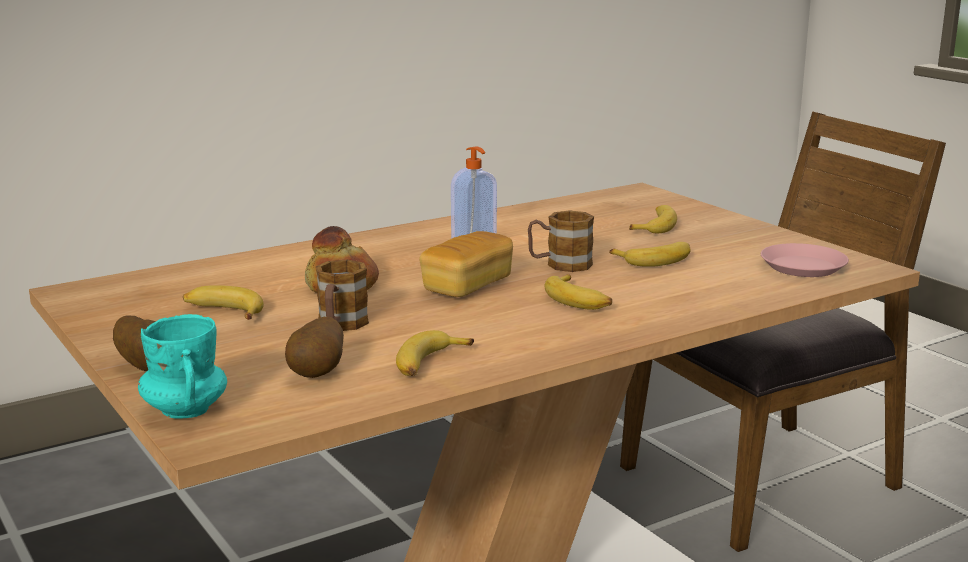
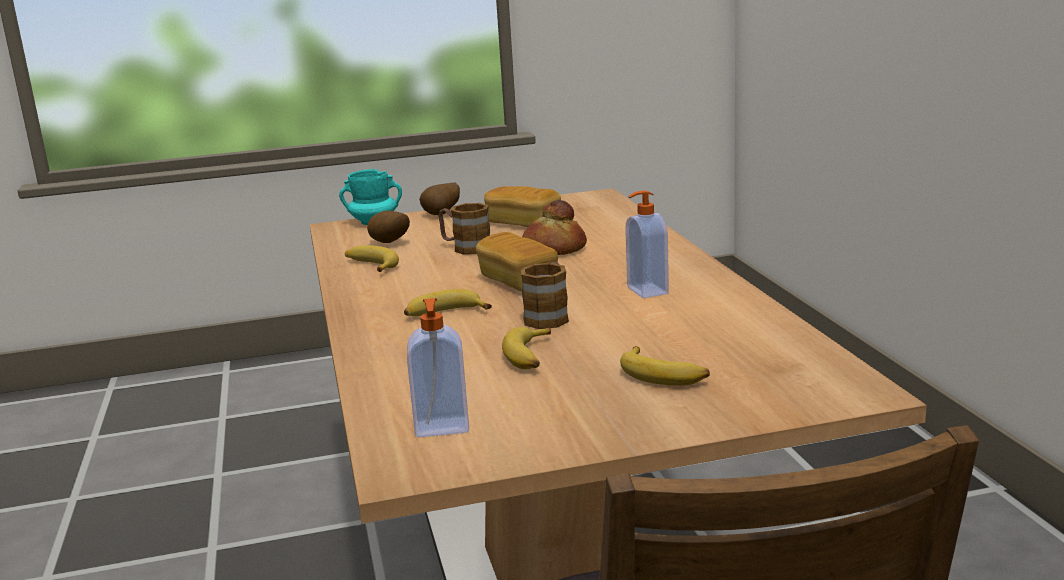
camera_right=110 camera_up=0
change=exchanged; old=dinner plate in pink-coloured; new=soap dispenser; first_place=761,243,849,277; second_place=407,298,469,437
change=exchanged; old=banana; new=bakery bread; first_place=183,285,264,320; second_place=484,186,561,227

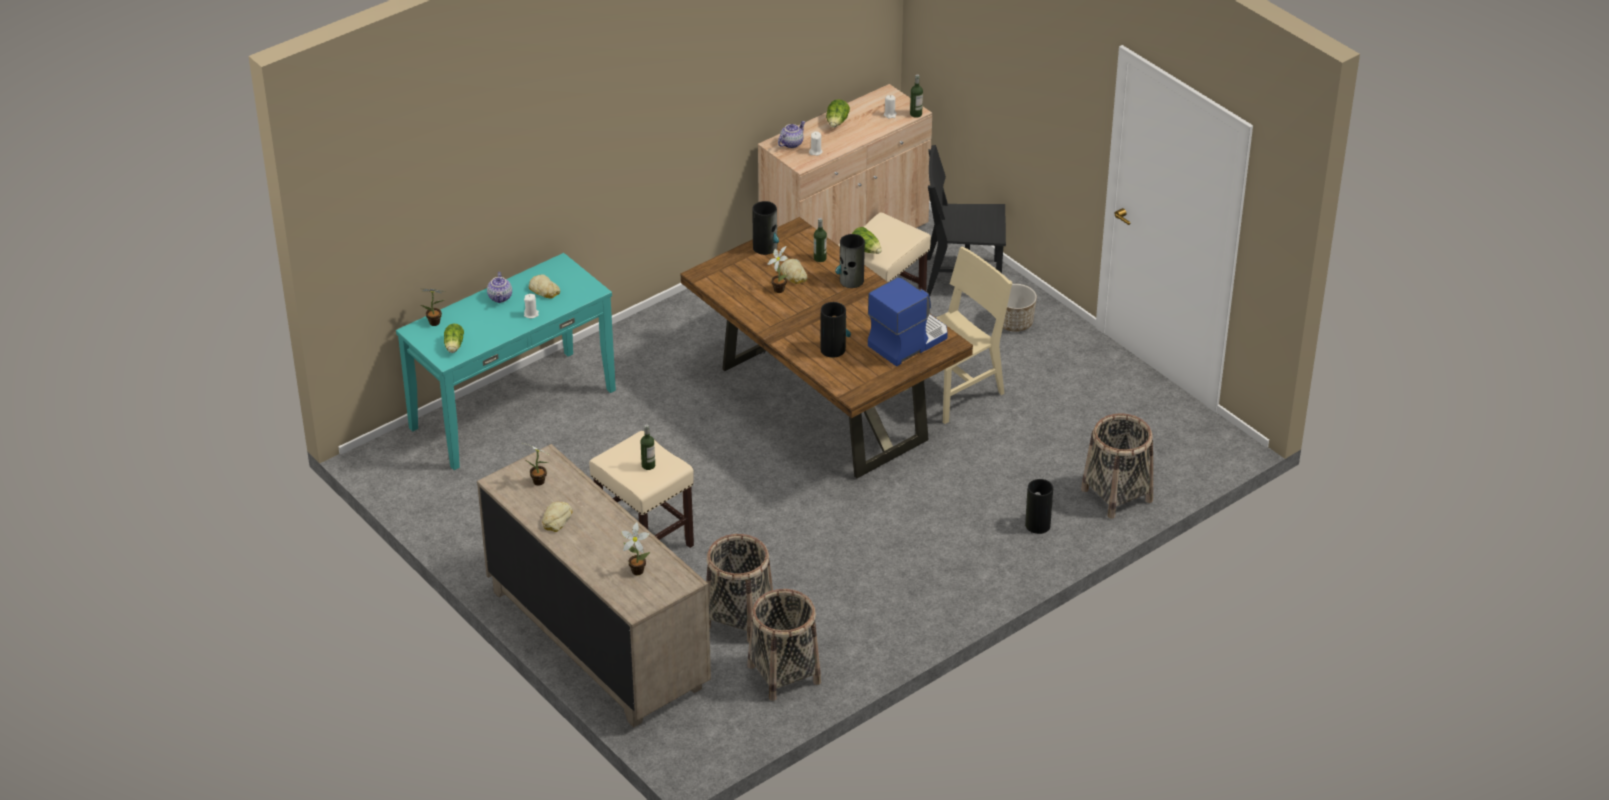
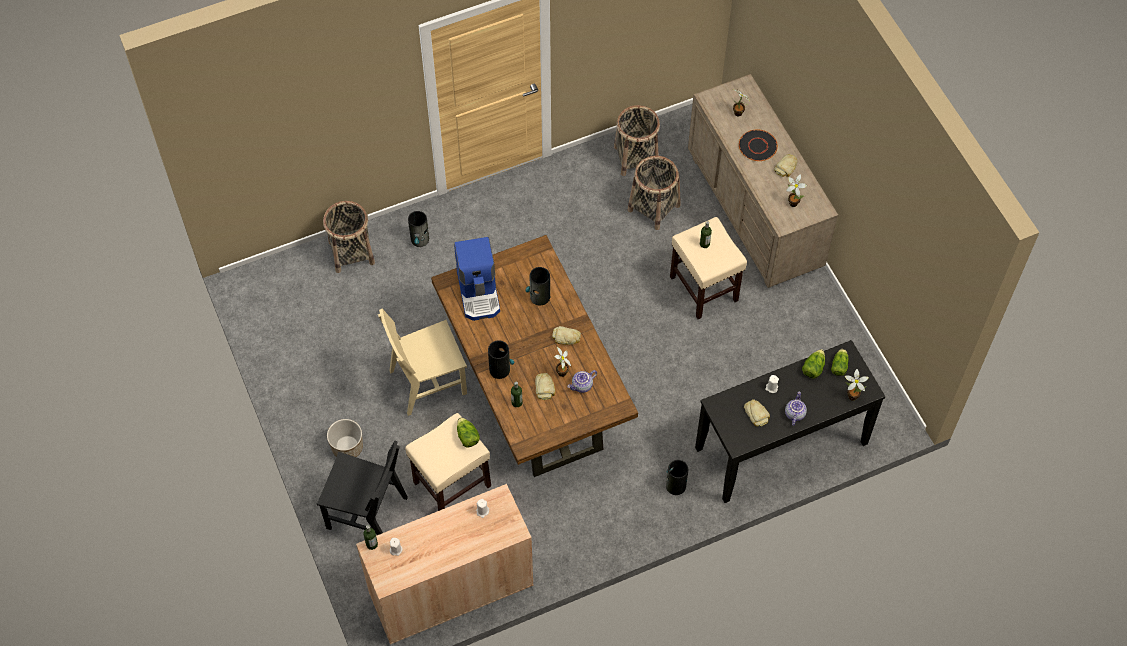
camera_right=-165 camera_up=20
change=relocated; old=lettuce; first_place=826,99,850,127; second_place=802,349,825,378
change=relocated; old=pot for tea; first_place=778,121,805,148; second_place=567,370,597,393
change=relocated; old=vase; first_place=752,201,779,255; second_place=666,460,688,495
change=colour; old=console table in turquoise; new=console table in black-coloured; first_place=396,253,616,470; second_place=695,340,885,503
change=spun; old=coffee machine; first_place=868,277,948,366; second_place=454,237,500,321; degrees=-75
change=appeared; new=dinner plate in black-coloured; second_place=739,129,778,161
change=appeared; new=bakery bread; second_place=552,326,581,345

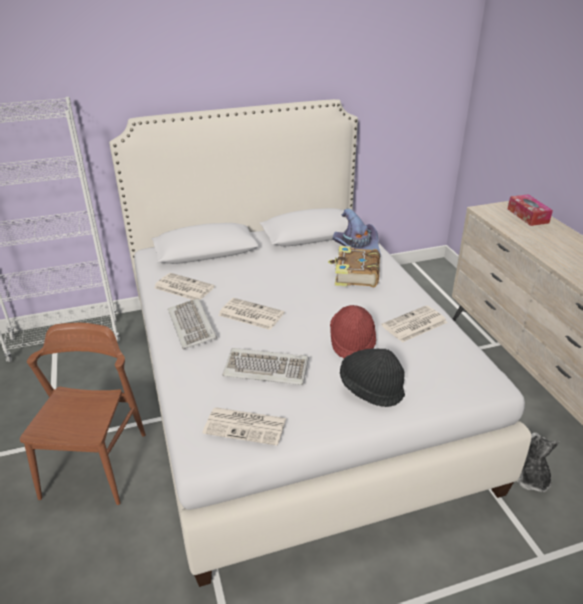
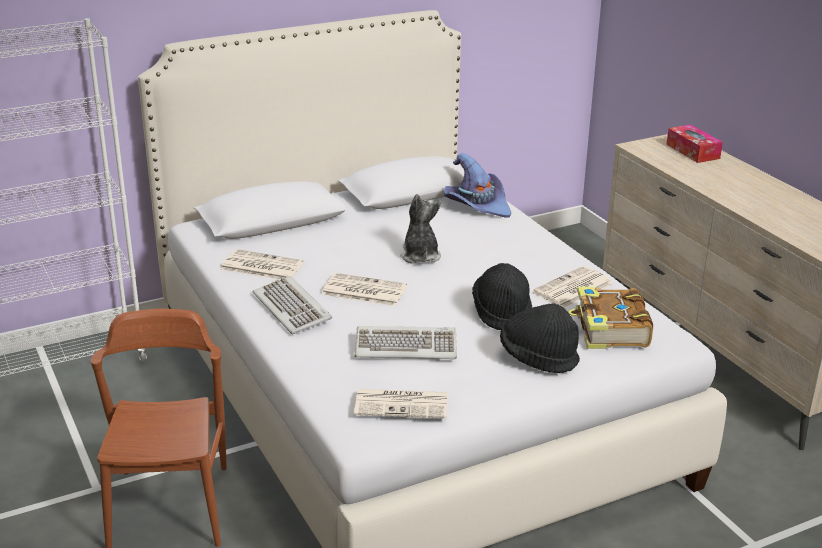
camera_right=-10 camera_up=-5
change=relocated; old=bound book; first_place=328,246,380,287; second_place=569,287,653,349
change=colour; old=clothing hat in red; new=clothing hat in black-coloured; first_place=330,305,376,358; second_place=472,263,532,330
change=relocated; old=cuddly toy; first_place=517,432,559,493; second_place=400,194,441,264

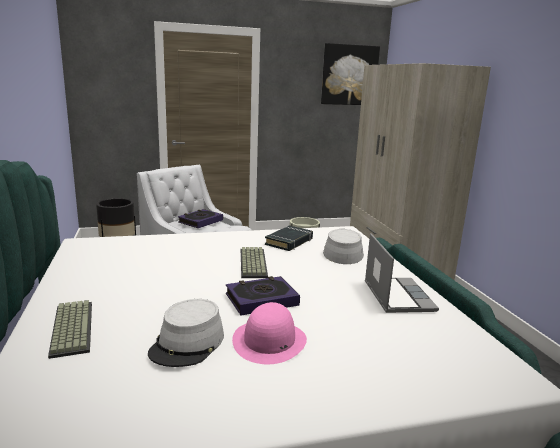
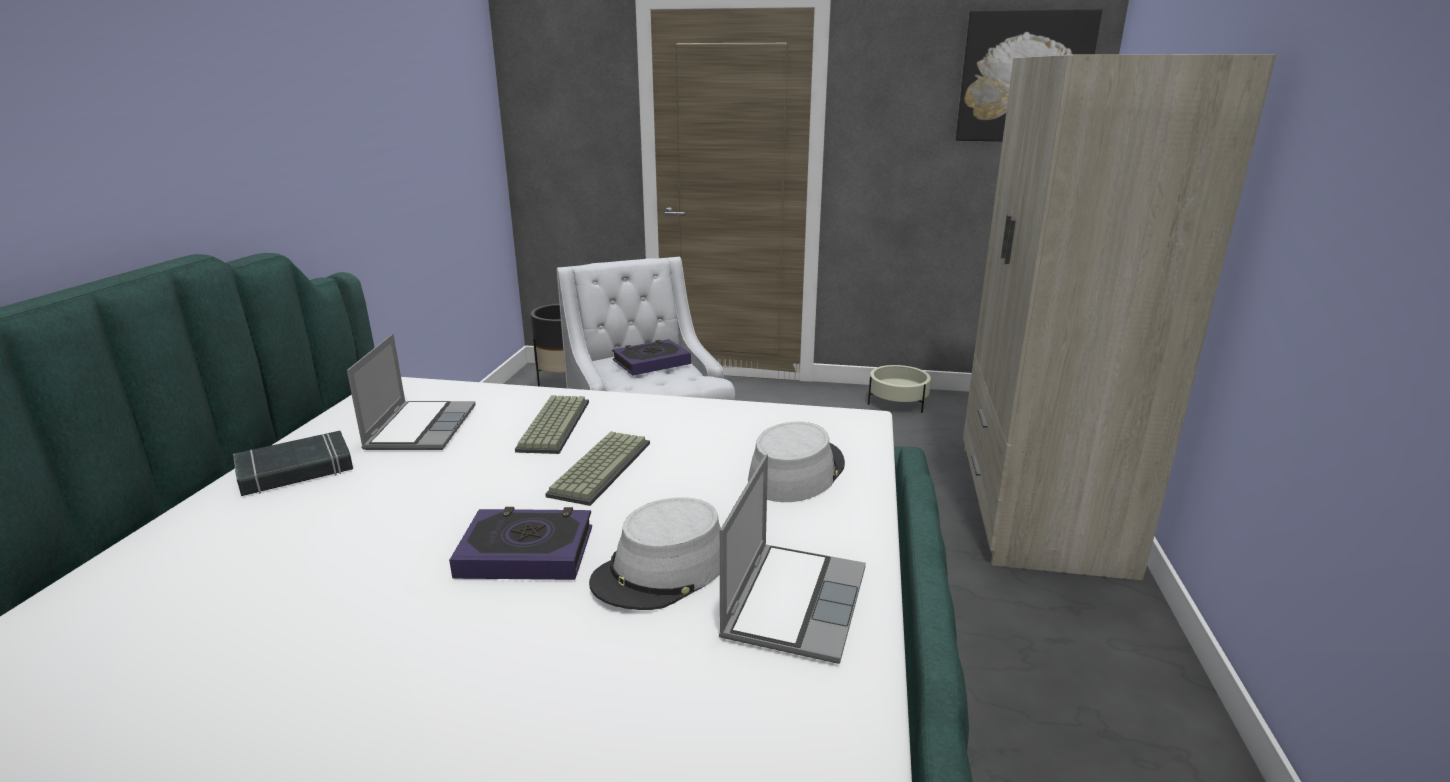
camera_right=25 camera_up=5
change=relocated; old=bound book in black-coloured; first_place=265,225,313,251; second_place=233,431,353,496
change=relocated; old=clothing hat in grey; first_place=148,299,224,367; second_place=589,497,721,610
change=relocated; old=computer keyboard; first_place=48,300,92,359; second_place=515,395,589,454
change=missing; old=clothing hat in pink-coloured; first_place=232,302,307,364
change=appeared; new=portable computer; second_place=347,334,476,450

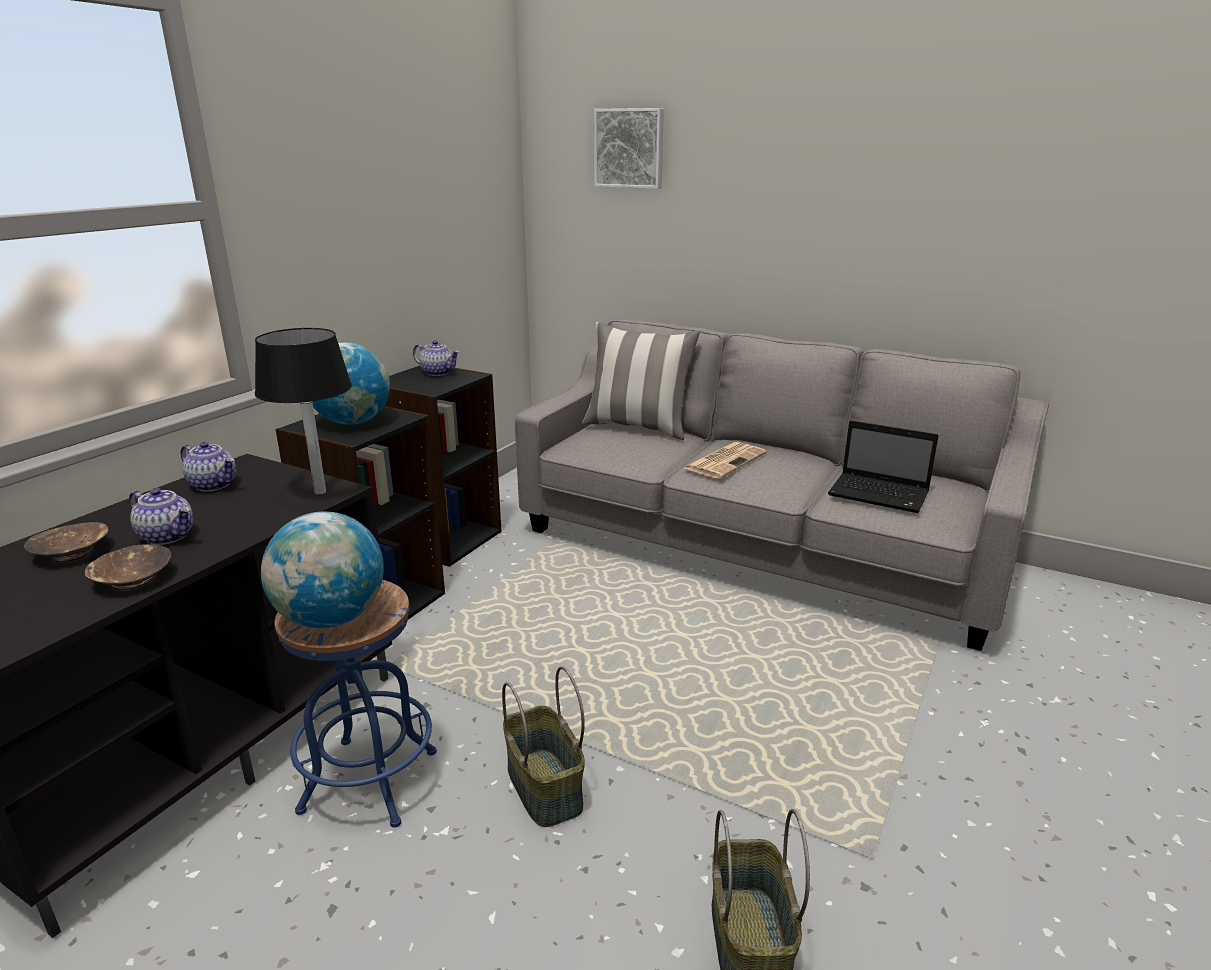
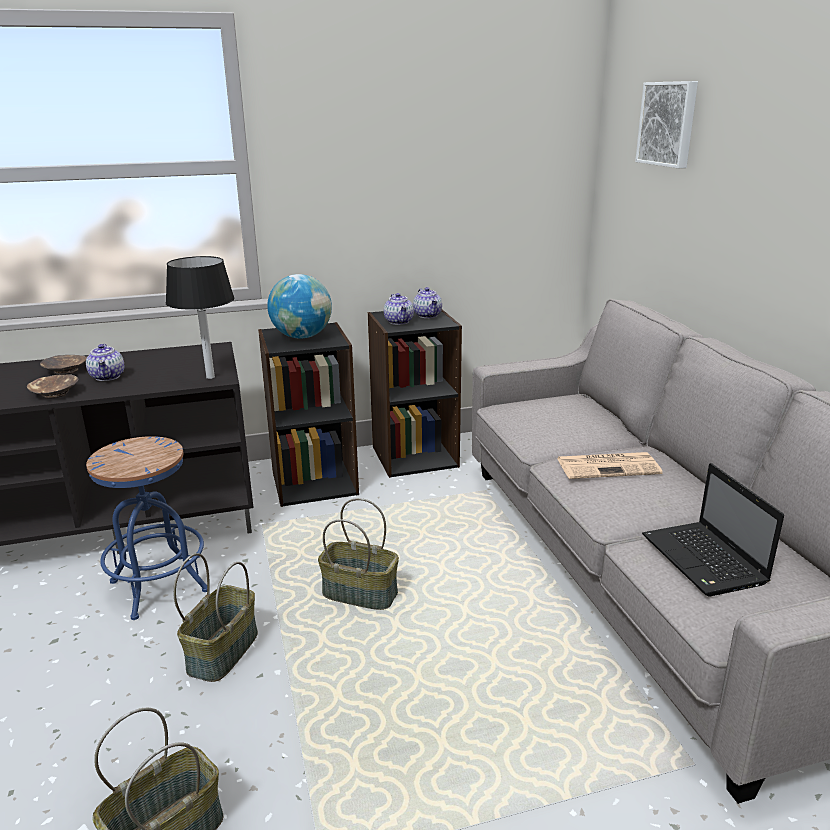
camera_right=45 camera_up=0
change=missing; old=throw pillow; first_place=582,322,700,440
change=relocated; old=pot for tea; first_place=180,442,236,492; second_place=384,293,414,325
change=missing; old=globe; first_place=261,512,384,628
change=appeared; new=household basket; second_place=318,498,399,610

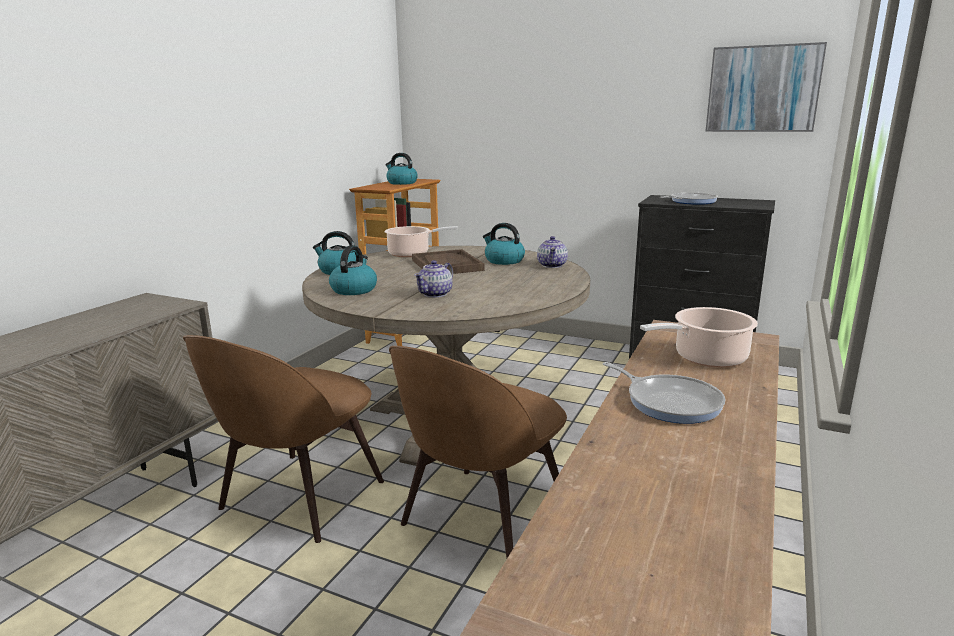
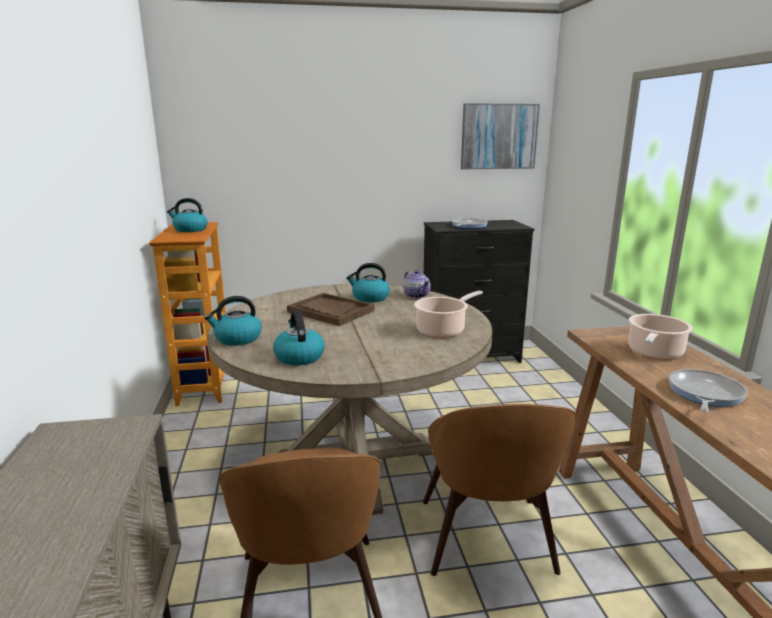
camera_right=-35 camera_up=0
change=relocated; old=cooking pot; first_place=385,226,458,257; second_place=414,291,483,338
change=missing; old=pot for tea; first_place=414,260,453,298
change=spun; old=frying pan; first_place=603,362,725,424; second_place=669,369,748,412; degrees=-75

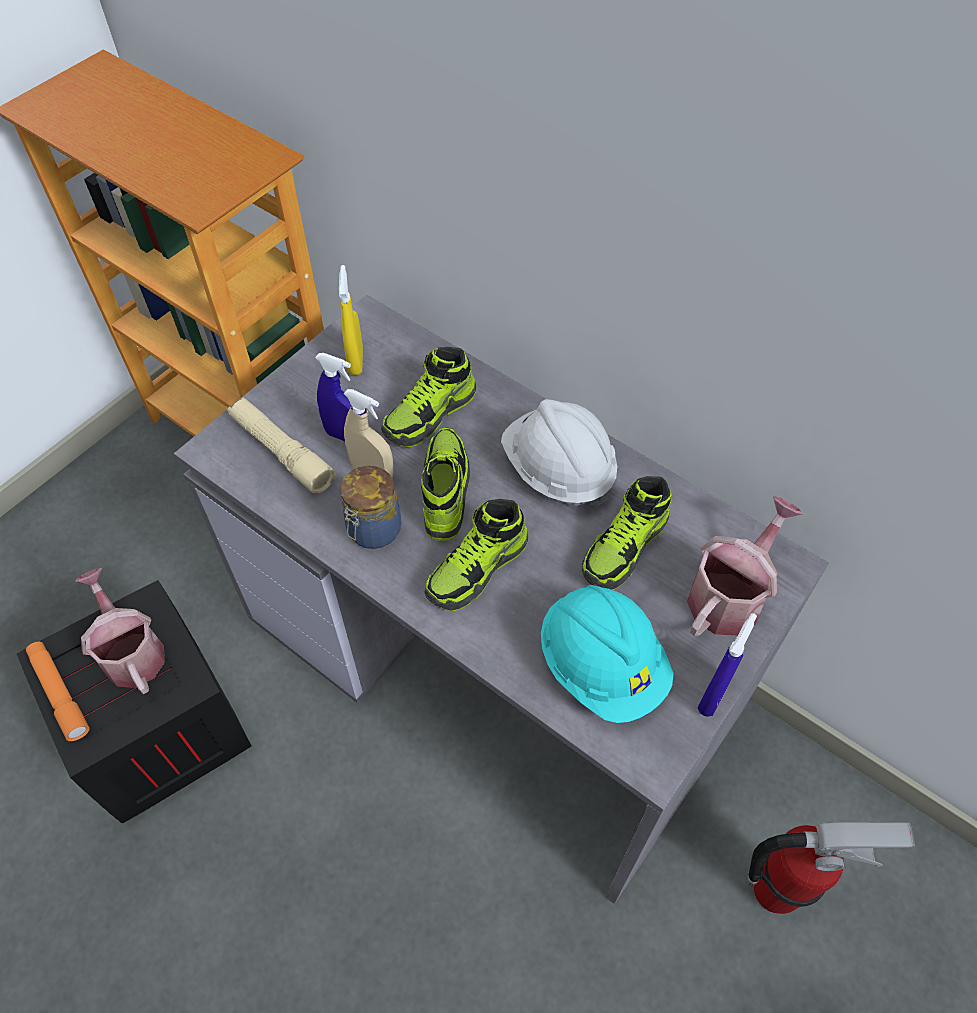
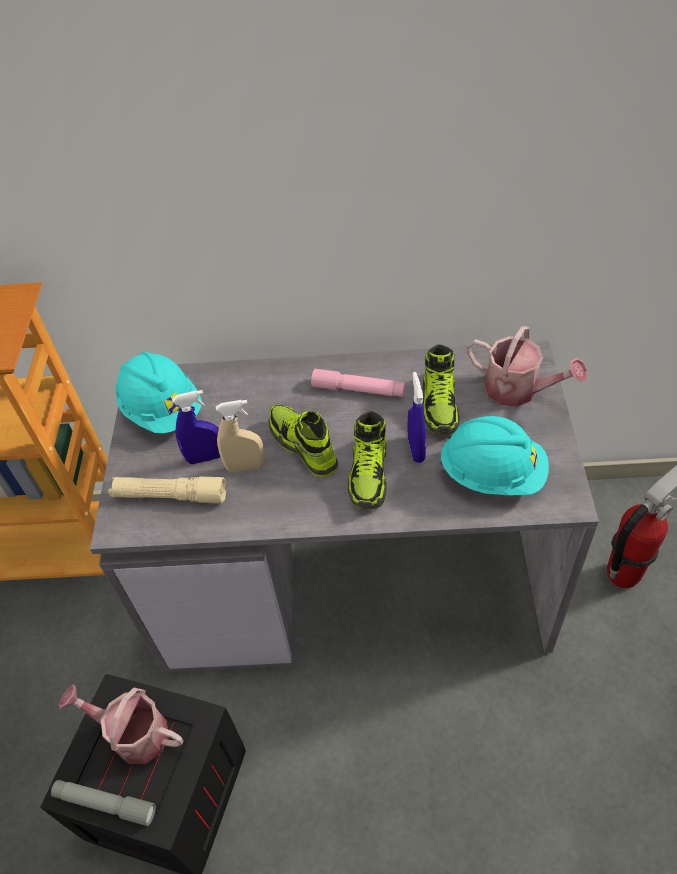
camera_right=-35 camera_up=-5
change=exchanged; old=sprayer in yellow-coloured; new=safety helmet in turquoise; first_place=339,265,363,375; second_place=115,352,202,434
change=missing; old=shoe; first_place=381,347,476,447
change=exchanged; old=safety helmet in white; new=flashlight in pink-coloured; first_place=501,399,617,509; second_place=311,369,405,397
change=missing; old=preserve jar; first_place=340,466,401,549
change=spun; old=watering pot; first_place=687,496,803,636; second_place=467,326,588,407; degrees=120
change=relocated; old=sprayer in blue; first_place=698,613,757,717; second_place=408,372,426,463
change=colour; old=flashlight in orangey; new=flashlight in grey; first_place=26,642,90,741; second_place=51,780,156,826

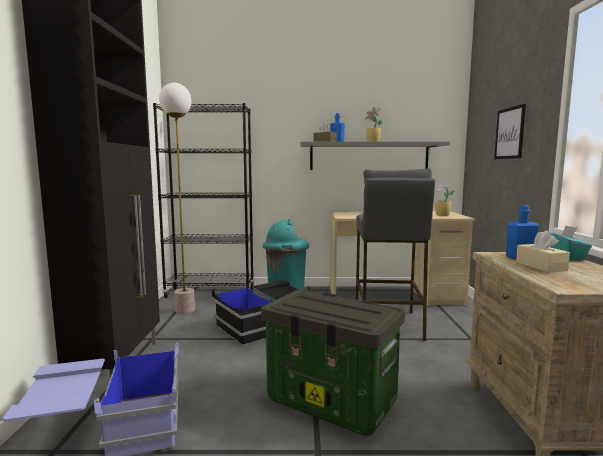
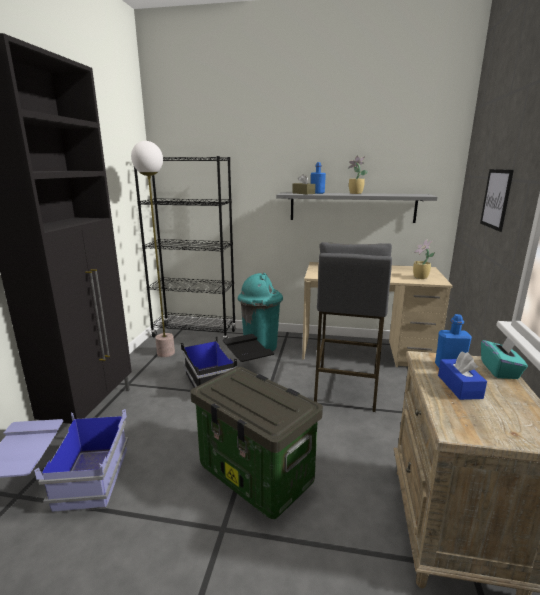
camera_right=10 camera_up=10
change=colour; old=tissue holder in beige; new=tissue holder in blue; first_place=516,230,570,272; second_place=438,351,487,400

